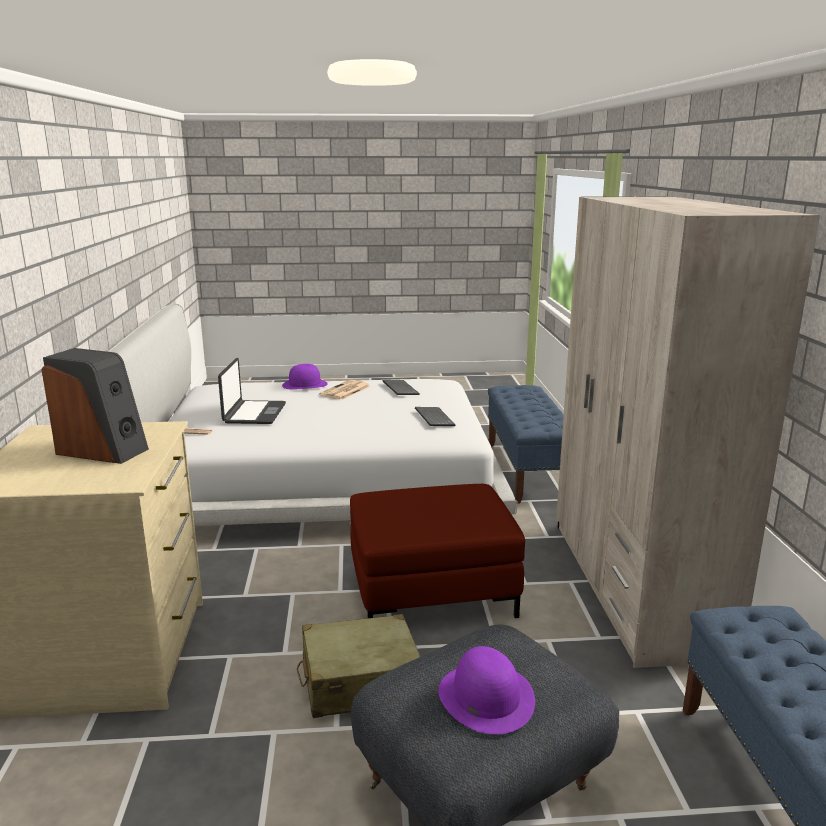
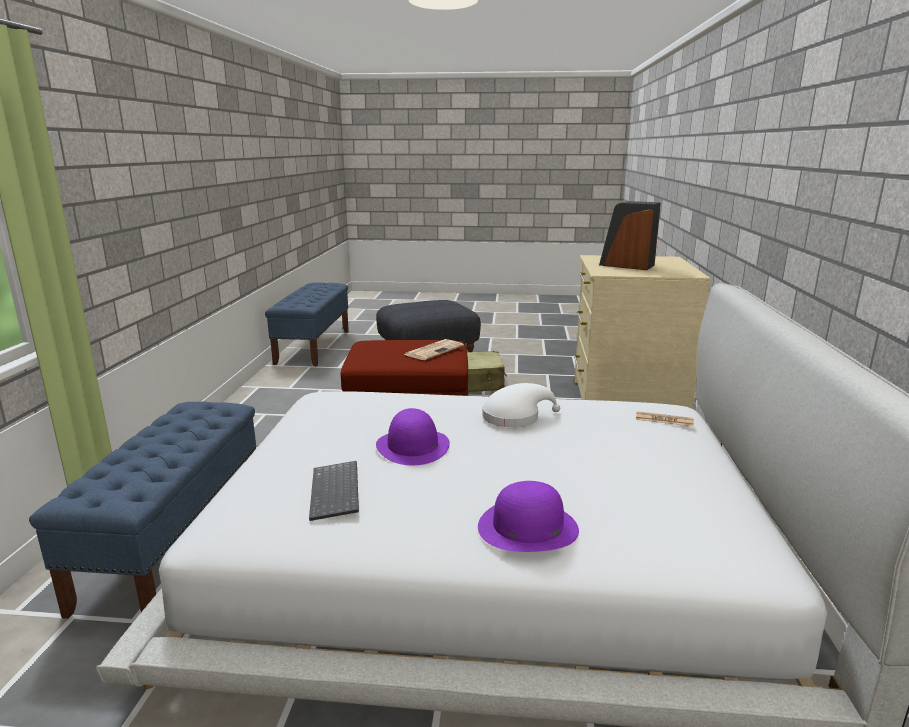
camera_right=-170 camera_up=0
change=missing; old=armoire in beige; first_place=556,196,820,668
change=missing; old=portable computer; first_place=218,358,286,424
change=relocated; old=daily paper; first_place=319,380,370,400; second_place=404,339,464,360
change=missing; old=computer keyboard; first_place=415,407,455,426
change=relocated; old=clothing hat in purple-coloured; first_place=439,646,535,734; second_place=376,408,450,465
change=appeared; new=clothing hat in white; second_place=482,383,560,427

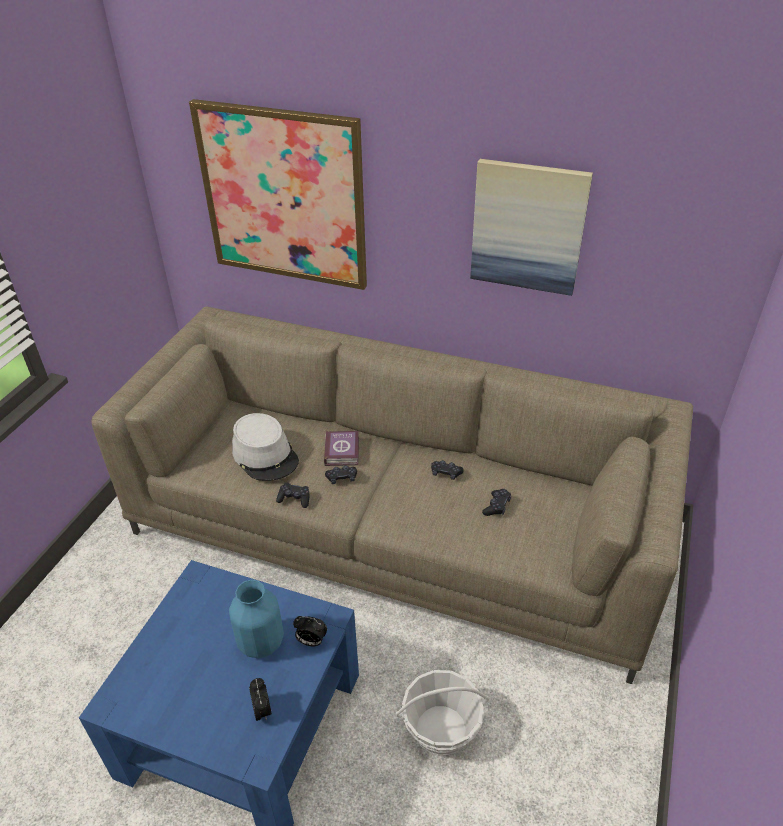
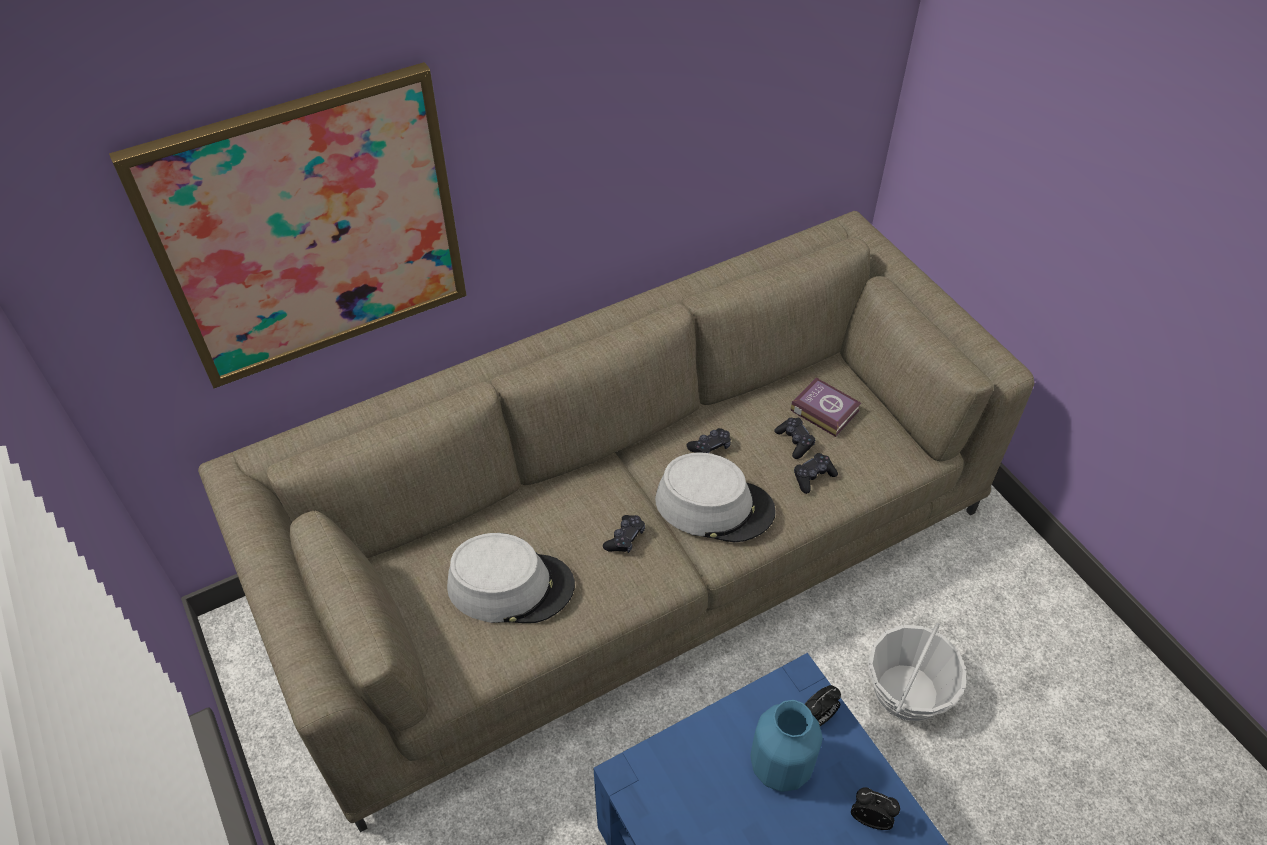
camera_right=-50 camera_up=10
change=missing; old=wall art; first_place=470,159,593,296
change=relocated; old=bound book; first_place=324,431,359,466; second_place=791,378,861,437
change=relocated; old=game controller in black-coloured; first_place=276,483,310,508; second_place=794,453,838,494
change=appeared; new=clothing hat in grey; second_place=655,452,776,543

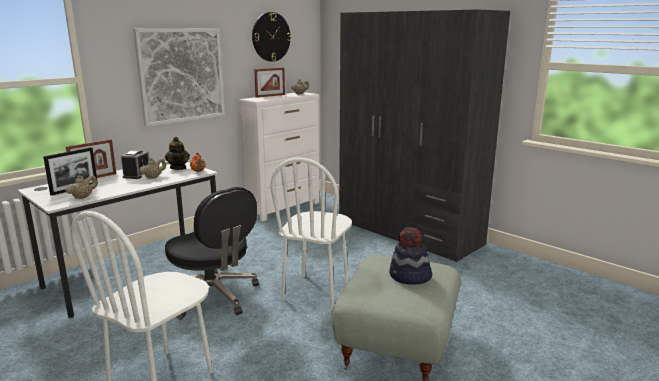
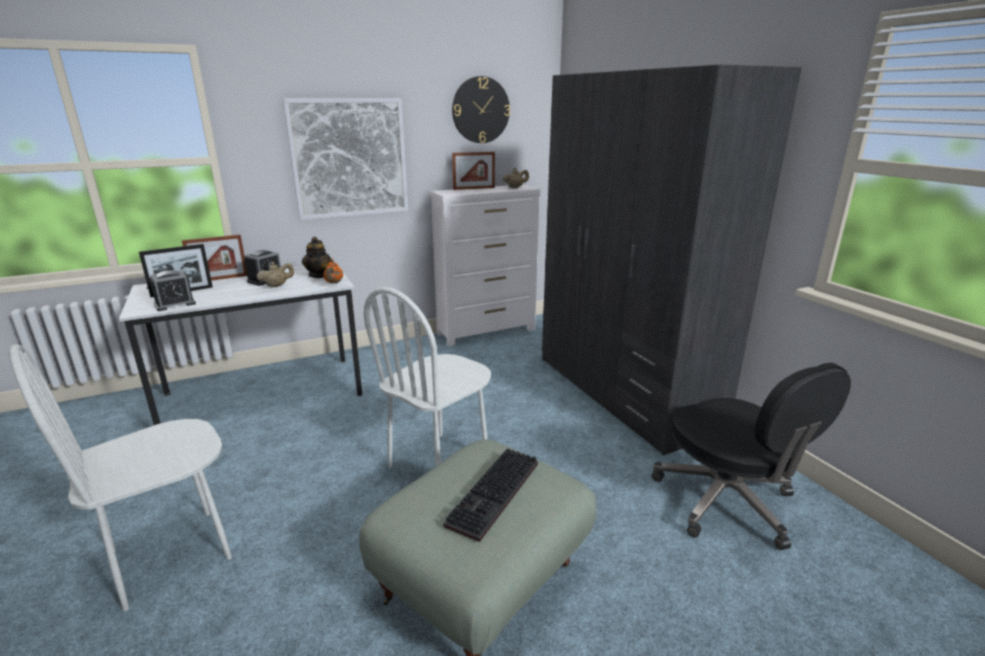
camera_right=20 camera_up=5
change=exchanged; old=pot for tea in beige; new=table clock; first_place=66,175,98,199; second_place=149,270,196,311
change=relocated; old=computer chair in black-coloured; first_place=165,187,259,320; second_place=652,363,851,550
change=exchanged; old=clothing hat; new=computer keyboard; first_place=389,227,432,285; second_place=443,448,538,542

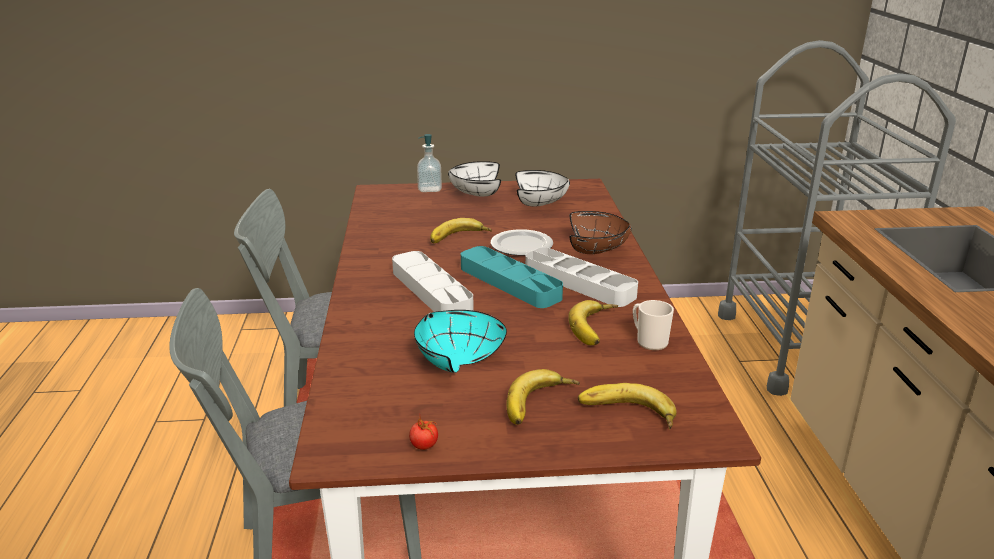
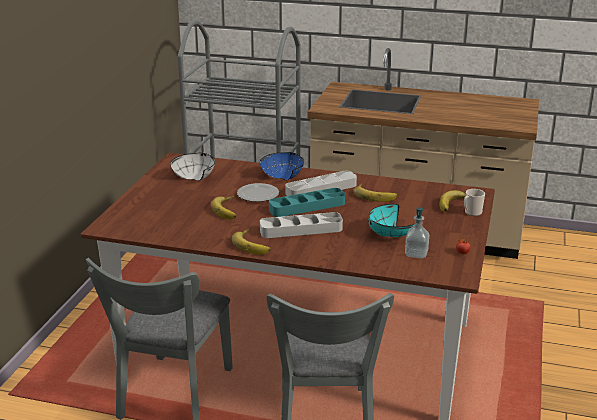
camera_right=-70 camera_up=0
change=relocated; old=soap dispenser; first_place=417,134,442,192; second_place=405,207,429,259
change=missing; old=deep dish in white; first_place=448,161,501,197
change=colour; old=deep dish in brown-coloured; new=deep dish in blue; first_place=569,211,632,254; second_place=260,152,304,180
change=relocated; old=coffee mug; first_place=633,300,674,350; second_place=464,189,485,216
change=relocated; old=banana; first_place=507,369,580,425; second_place=232,229,270,255

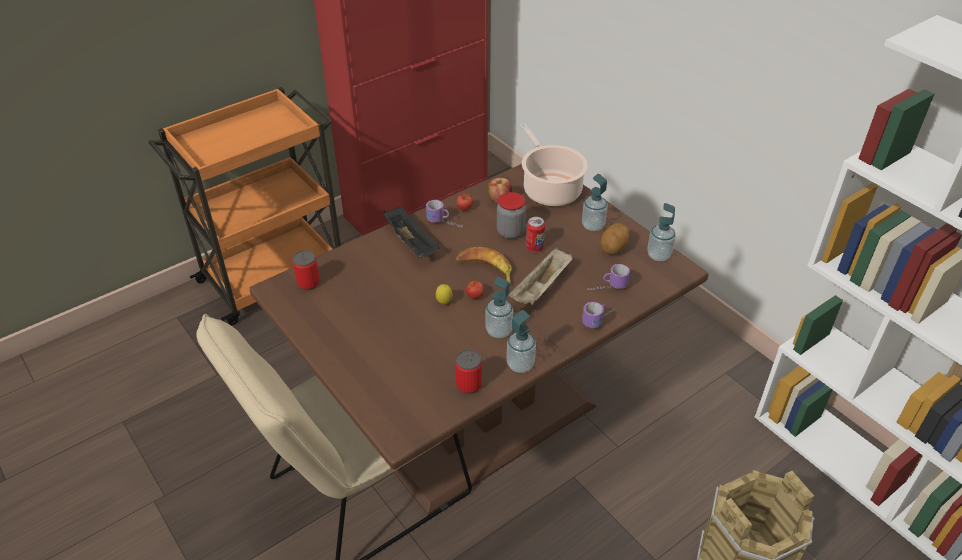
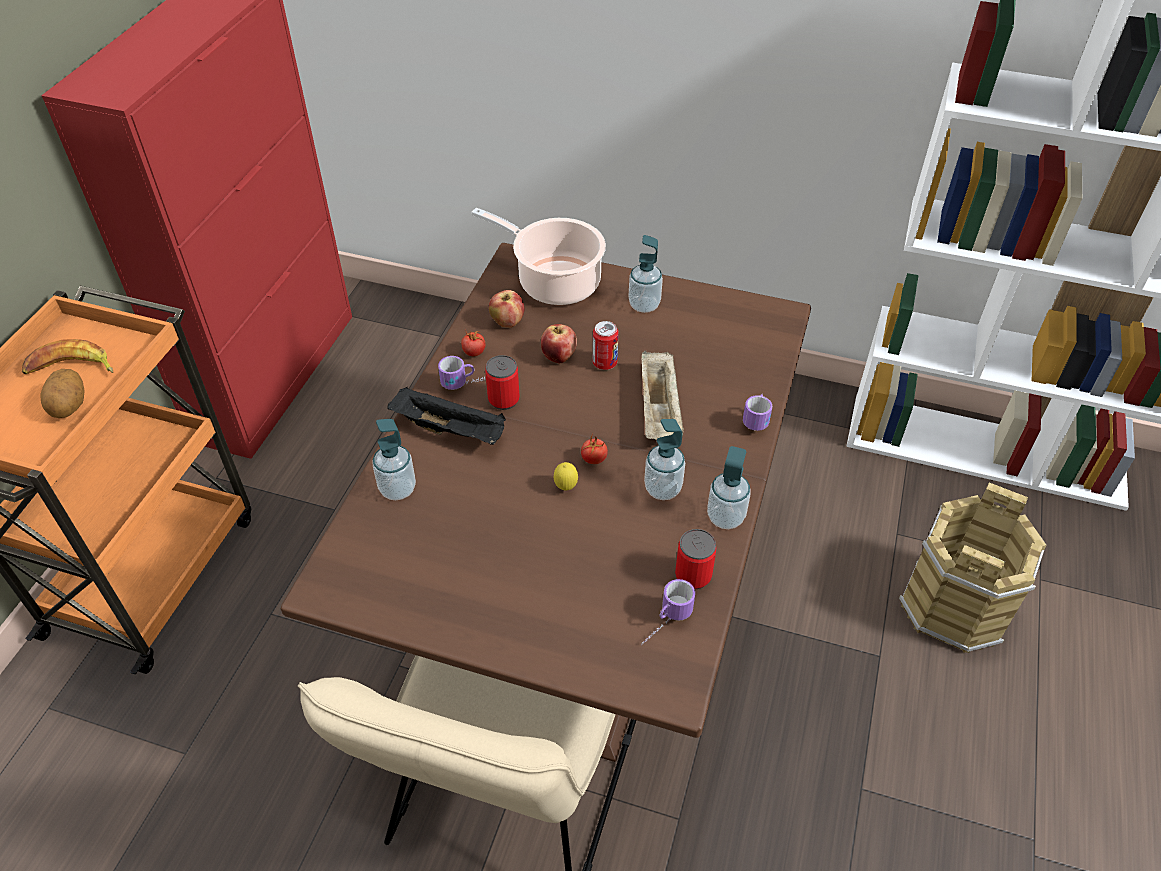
camera_right=-35 camera_up=5
change=exchanged; old=preserve jar; new=whole apple; first_place=497,192,526,239; second_place=541,324,577,363
change=relocated; old=soap dispenser; first_place=647,203,676,261; second_place=372,419,416,500
change=relocated; old=potato; first_place=601,223,630,254; second_place=41,369,85,418
change=relocated; old=banana; first_place=456,247,512,285; second_place=22,339,113,374
change=relocated; old=can; first_place=293,250,320,290; second_place=485,355,520,410
change=relocated; old=coffee mug; first_place=587,264,630,290; second_place=641,579,695,645

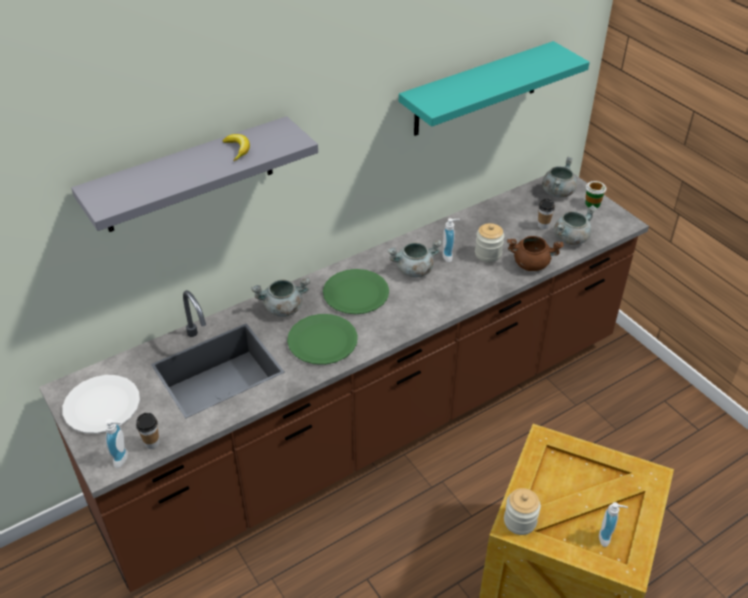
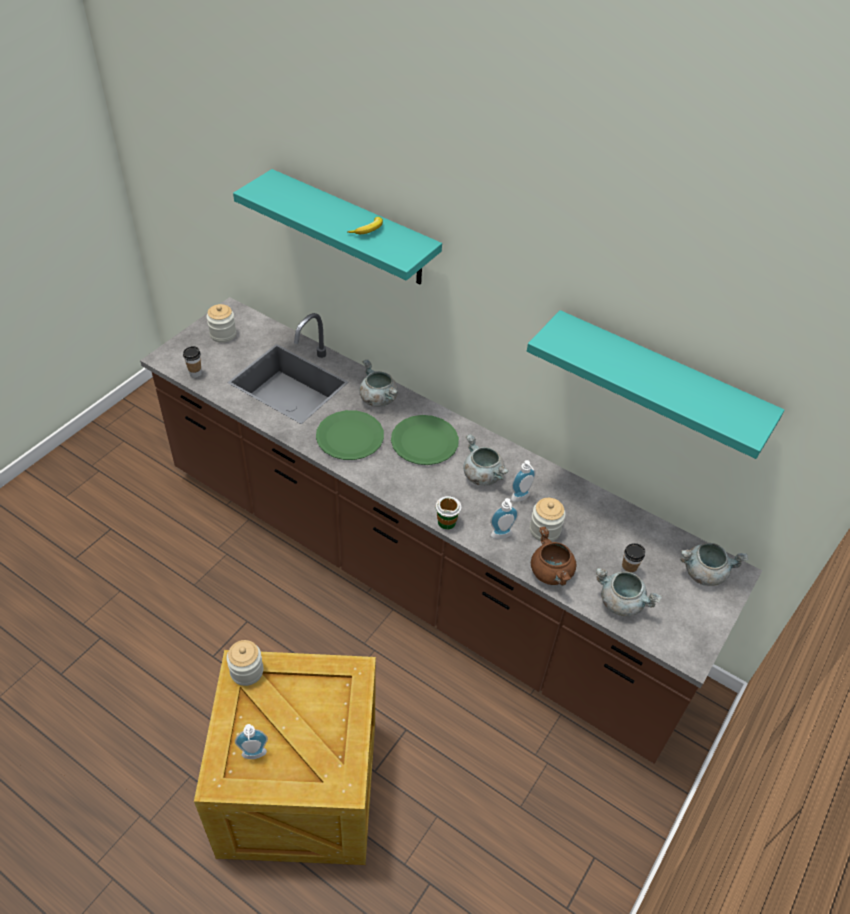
camera_right=65 camera_up=5
change=colour; old=bracket shelf in grey; new=bracket shelf in turquoise; first_place=71,116,318,232; second_place=233,169,442,284
change=relocated; old=small cup; first_place=585,181,607,208; second_place=436,496,461,530
change=exchanged; old=dinner plate in white; new=preserve jar; first_place=62,375,140,433; second_place=206,304,236,343
change=relocated; old=soap dispenser; first_place=105,419,128,468; second_place=490,498,519,539

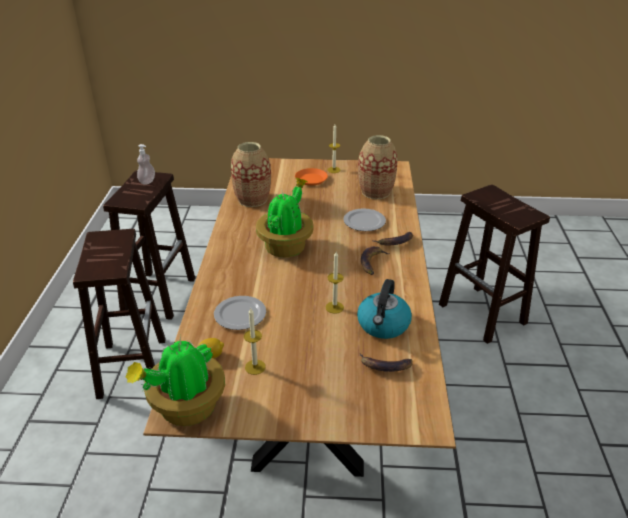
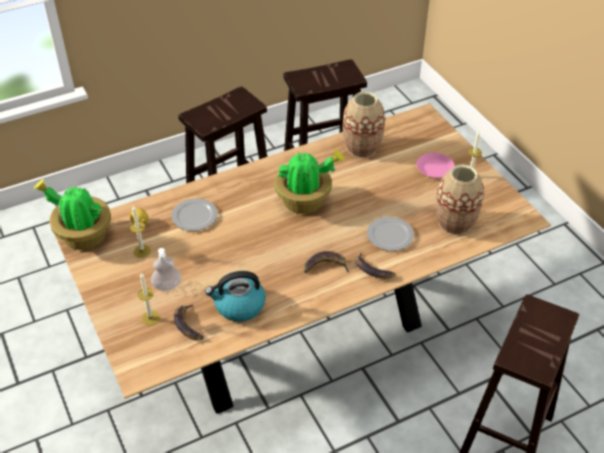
camera_right=60 camera_up=10
change=relocated; old=soap dispenser; first_place=137,144,155,185; second_place=151,248,181,291
change=colour; old=dinner plate in orangey; new=dinner plate in pink-coloured; first_place=295,168,328,186; second_place=417,153,455,178
change=relocated; old=candle; first_place=326,252,344,314; second_place=138,272,160,325

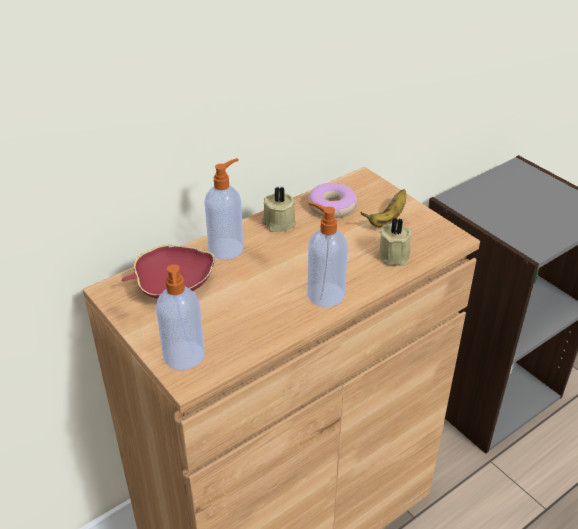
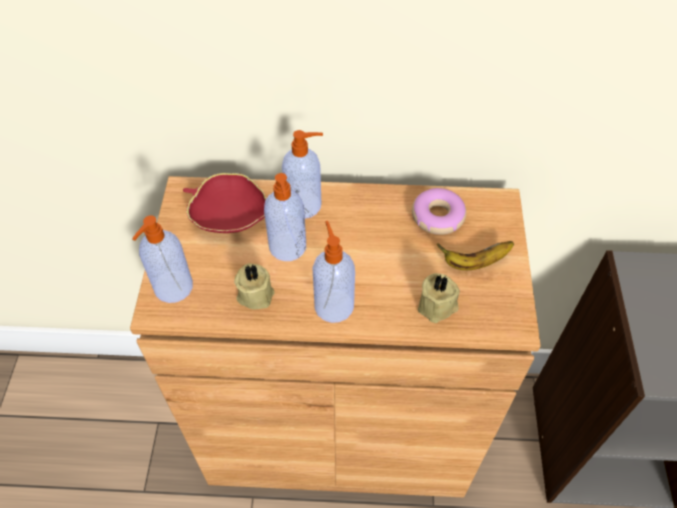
camera_right=40 camera_up=15
change=relocated; old=candle in beige; first_place=261,187,296,232; second_place=234,263,275,309
change=appeared; new=soap dispenser; second_place=264,173,306,261

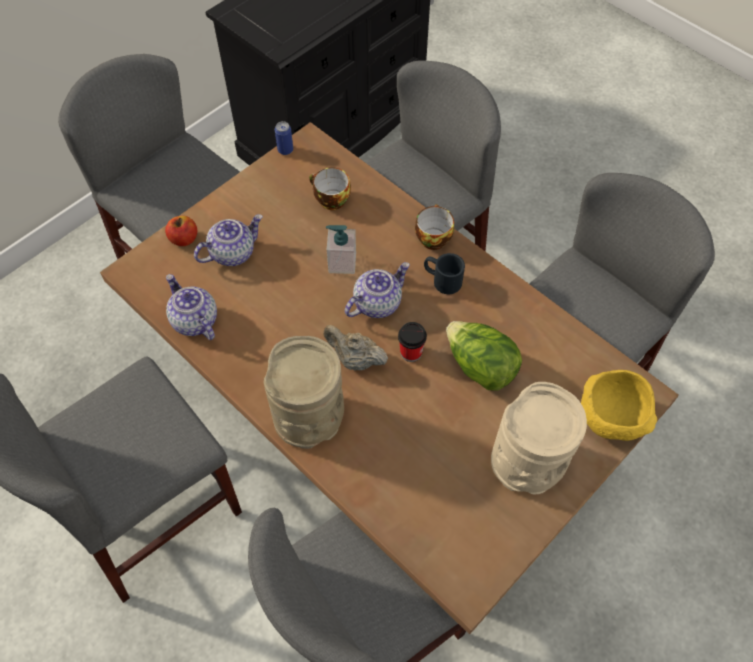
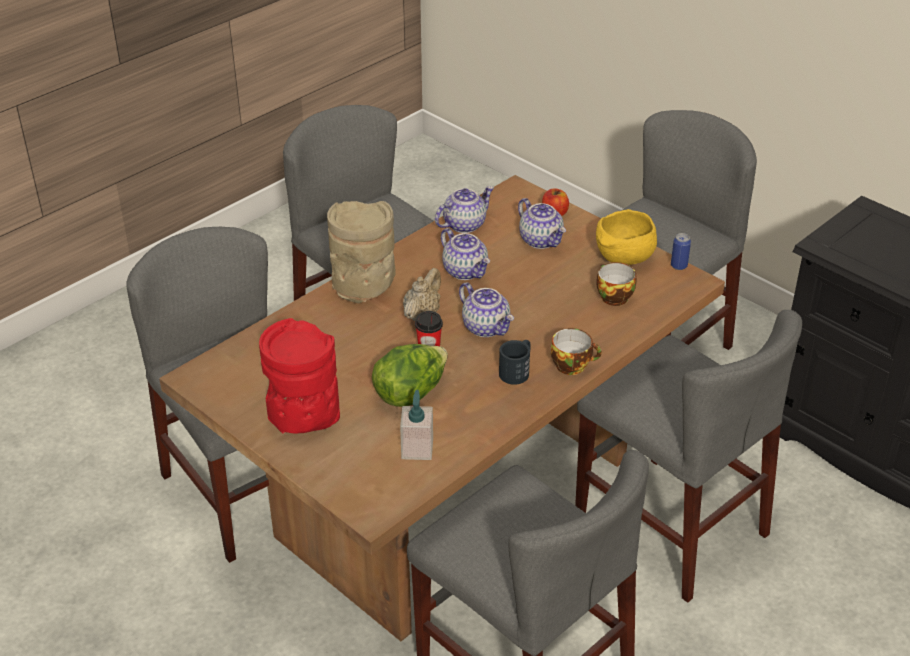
camera_right=90 camera_up=-20
change=relocated; old=soap dispenser; first_place=326,225,356,274; second_place=400,390,433,460
change=relocated; old=deep dish in yellow-coloured; first_place=581,370,657,441; second_place=596,209,657,265
change=colour; old=vase in beige; new=vase in red; first_place=491,382,587,494; second_place=259,318,340,434
change=appeared; new=pot for tea; second_place=441,228,490,280

